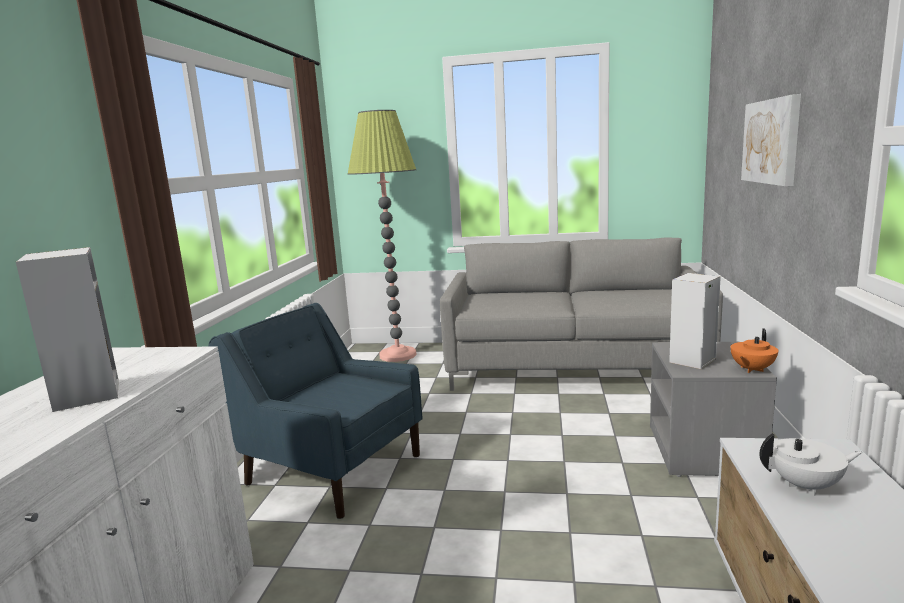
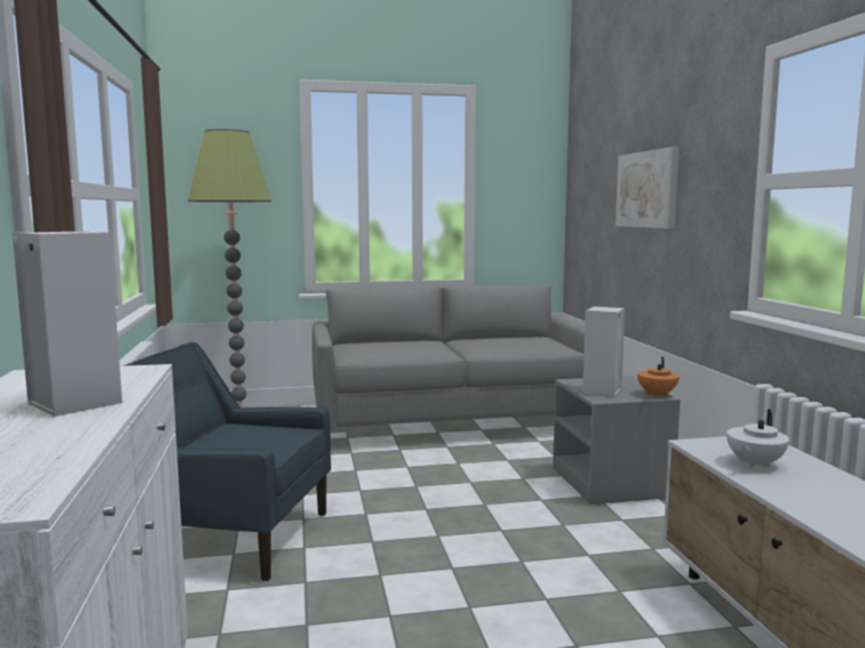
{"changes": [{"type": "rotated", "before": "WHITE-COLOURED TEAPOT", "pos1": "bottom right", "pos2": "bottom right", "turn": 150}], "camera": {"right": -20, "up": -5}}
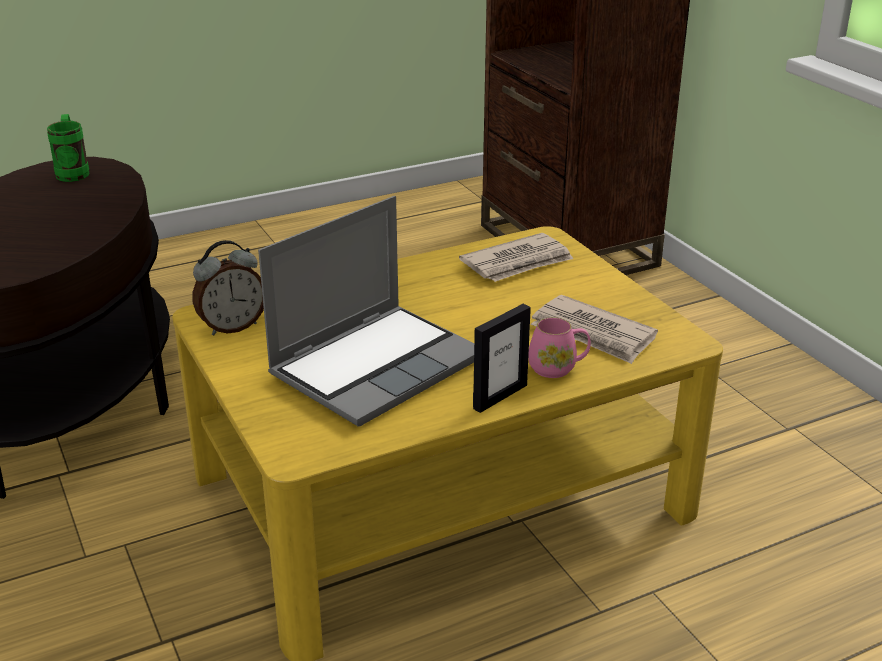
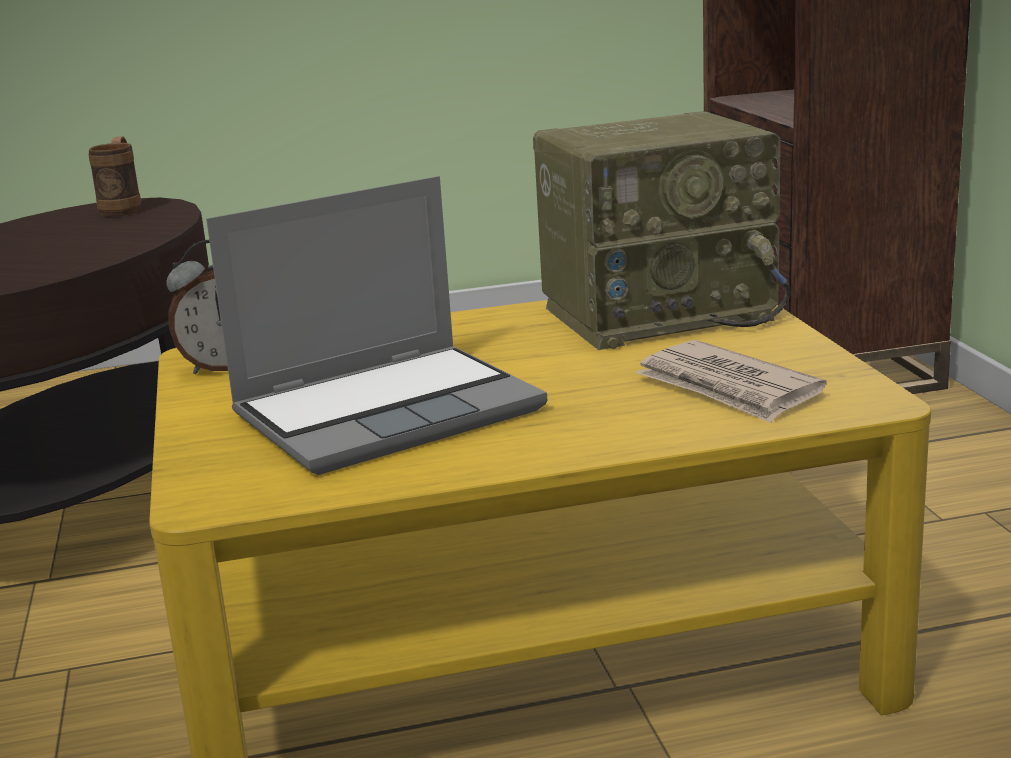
{"changes": [{"type": "gone", "before": "PHOTO FRAME", "pos1": "centre"}, {"type": "gone", "before": "PINKISH COFFEE MUG", "pos1": "centre"}, {"type": "swapped", "before": "DAILY PAPER (no. 1 from left)", "after": "RADIO SET", "pos1": "centre", "pos2": "top centre"}, {"type": "repainted", "before": "GREENISH COFFEE MUG", "after": "BROWNISH COFFEE MUG", "pos1": "top left", "pos2": "top left"}], "camera": {"right": 15, "up": -10}}
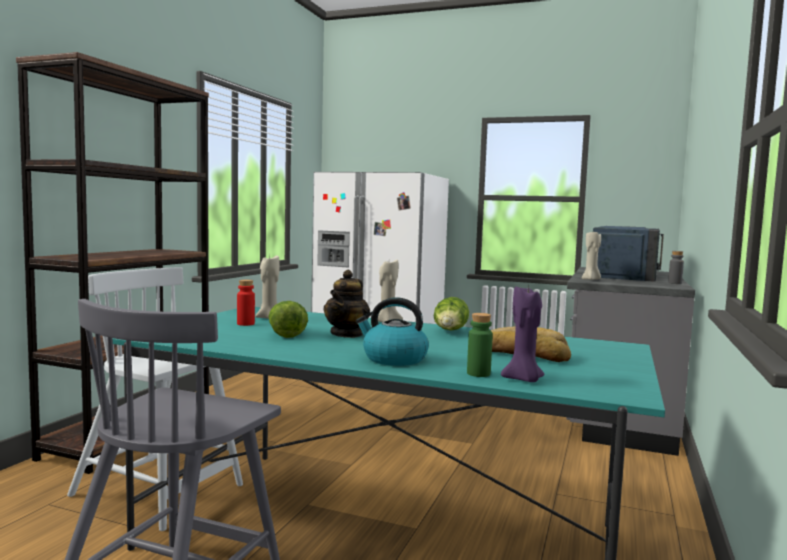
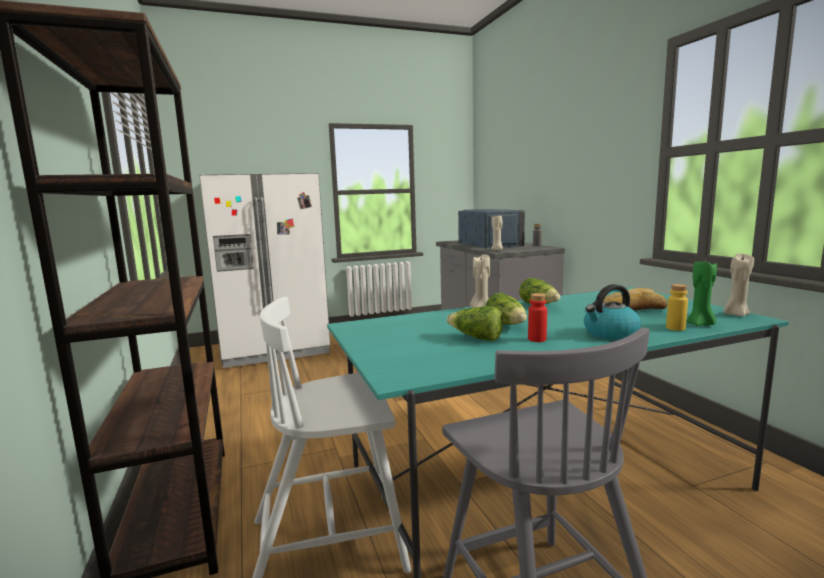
{"changes": [{"type": "shifted", "before": "REDDISH BOTTLE", "pos1": "middle left", "pos2": "centre"}, {"type": "shifted", "before": "BEIGE-COLOURED CANDLE (no. 1 from left in the first image)", "after": "BEIGE-COLOURED CANDLE (no. 3 from left)", "pos1": "centre", "pos2": "middle right"}, {"type": "swapped", "before": "TEAPOT", "after": "LETTUCE HEAD (no. 2 from left)", "pos1": "centre", "pos2": "centre"}, {"type": "repainted", "before": "GREENISH BOTTLE", "after": "YELLOWISH BOTTLE", "pos1": "centre", "pos2": "middle right"}, {"type": "repainted", "before": "PURPLE-COLOURED CANDLE", "after": "GREENISH CANDLE", "pos1": "centre", "pos2": "middle right"}], "camera": {"right": -40, "up": 5}}
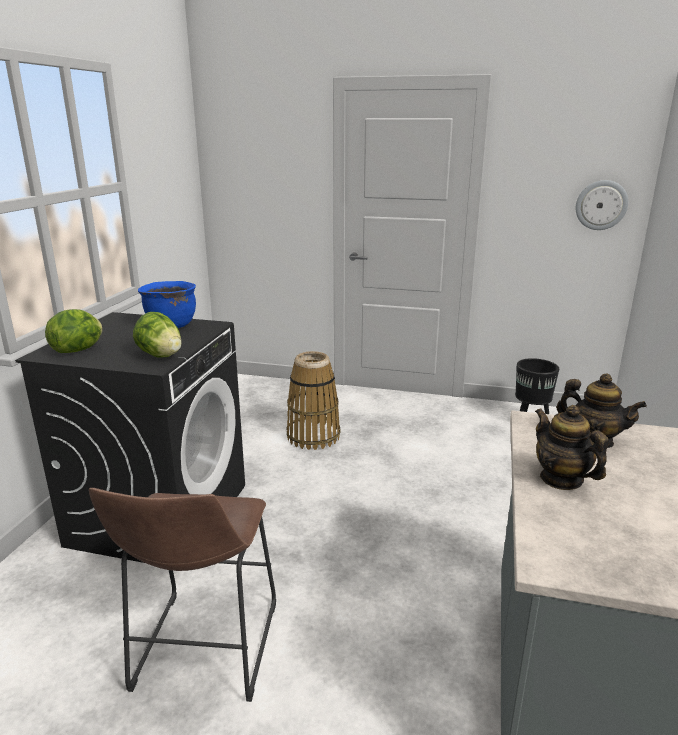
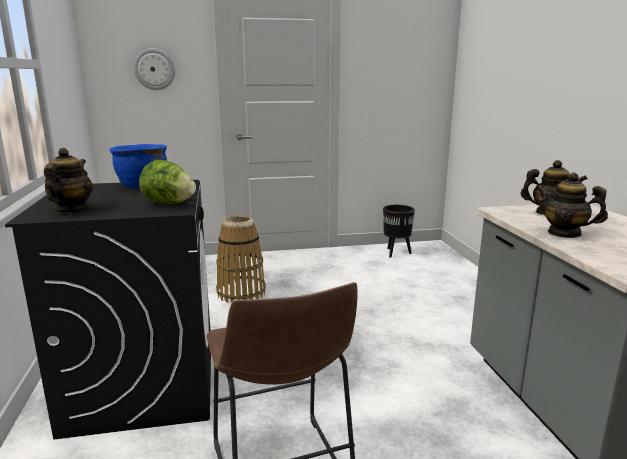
{"changes": [{"type": "shifted", "before": "WALL CLOCK", "pos1": "top right", "pos2": "top left"}, {"type": "swapped", "before": "LETTUCE HEAD (no. 1 from left)", "after": "TEAPOT (no. 1 from left)", "pos1": "middle left", "pos2": "middle left"}], "camera": {"right": -25, "up": -5}}
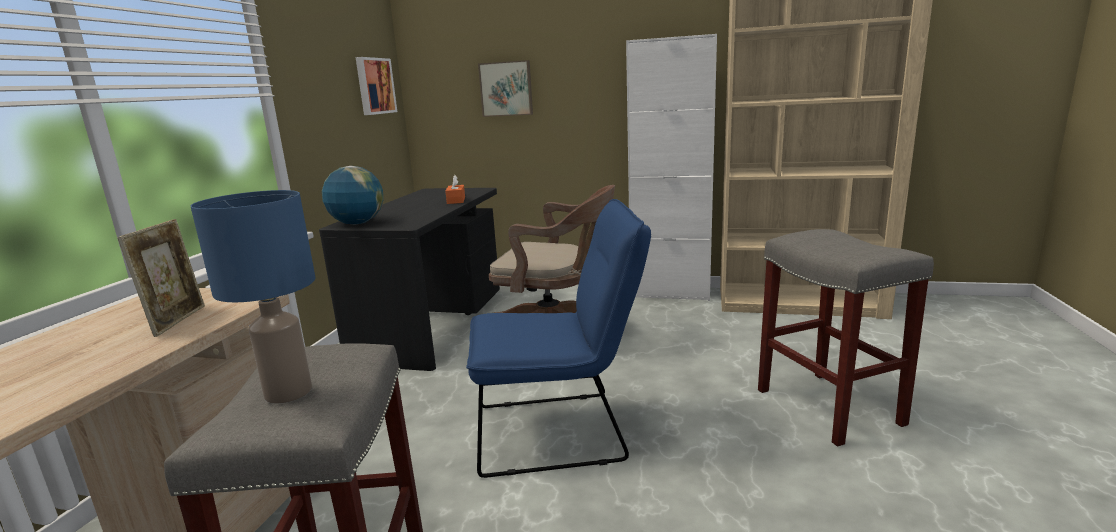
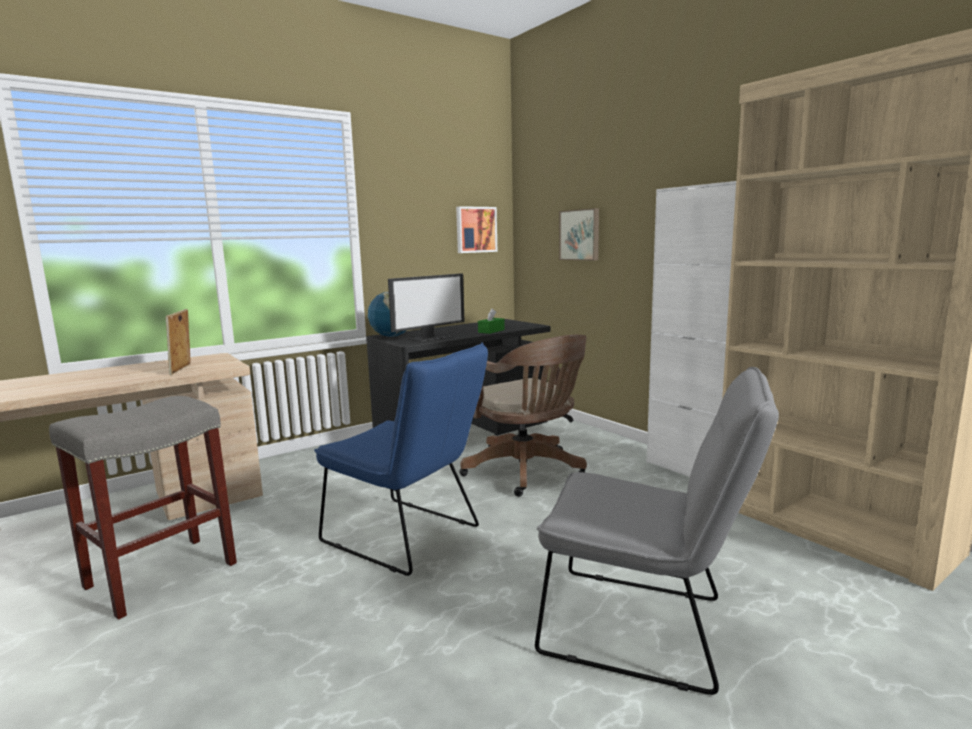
{"changes": [{"type": "gone", "before": "BLUE TABLETOP LAMP", "pos1": "middle left"}, {"type": "new", "after": "MONITOR", "pos2": "centre"}, {"type": "swapped", "before": "GREY STOOL (no. 2 from left)", "after": "GREY CHAIR", "pos1": "middle right", "pos2": "bottom right"}, {"type": "repainted", "before": "ORANGE-COLOURED BOX OF TISSUES", "after": "GREENISH BOX OF TISSUES", "pos1": "centre", "pos2": "centre"}, {"type": "rotated", "before": "PHOTO FRAME", "pos1": "middle left", "pos2": "middle left", "turn": 135}], "camera": {"right": 40, "up": -5}}
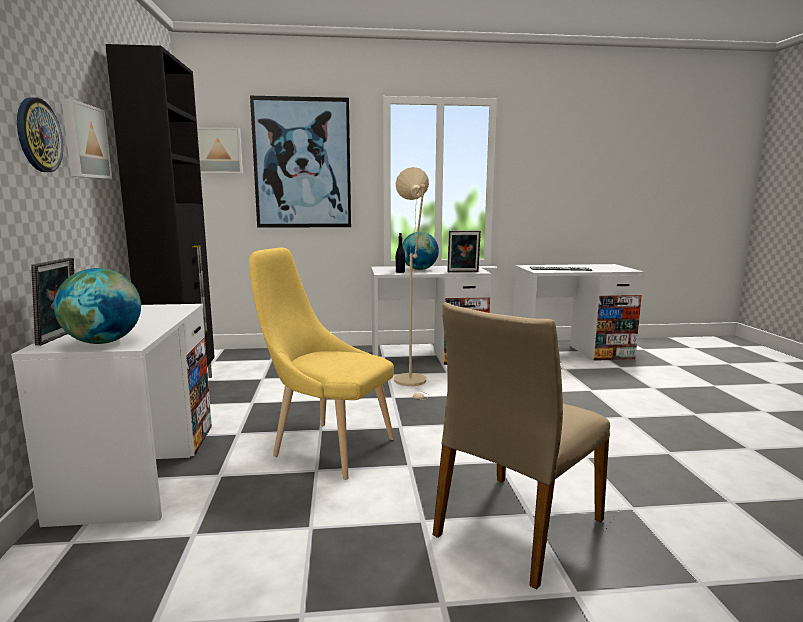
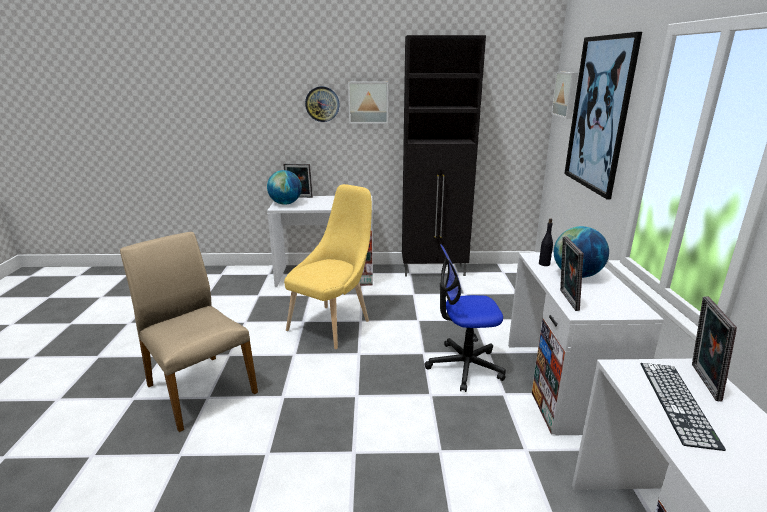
{"changes": [{"type": "new", "after": "PHOTO FRAME (no. 3 from left)", "pos2": "bottom right"}, {"type": "swapped", "before": "BEIGE-COLOURED STANDARD LAMP", "after": "DESK CHAIR", "pos1": "centre", "pos2": "centre"}], "camera": {"right": 95, "up": 10}}
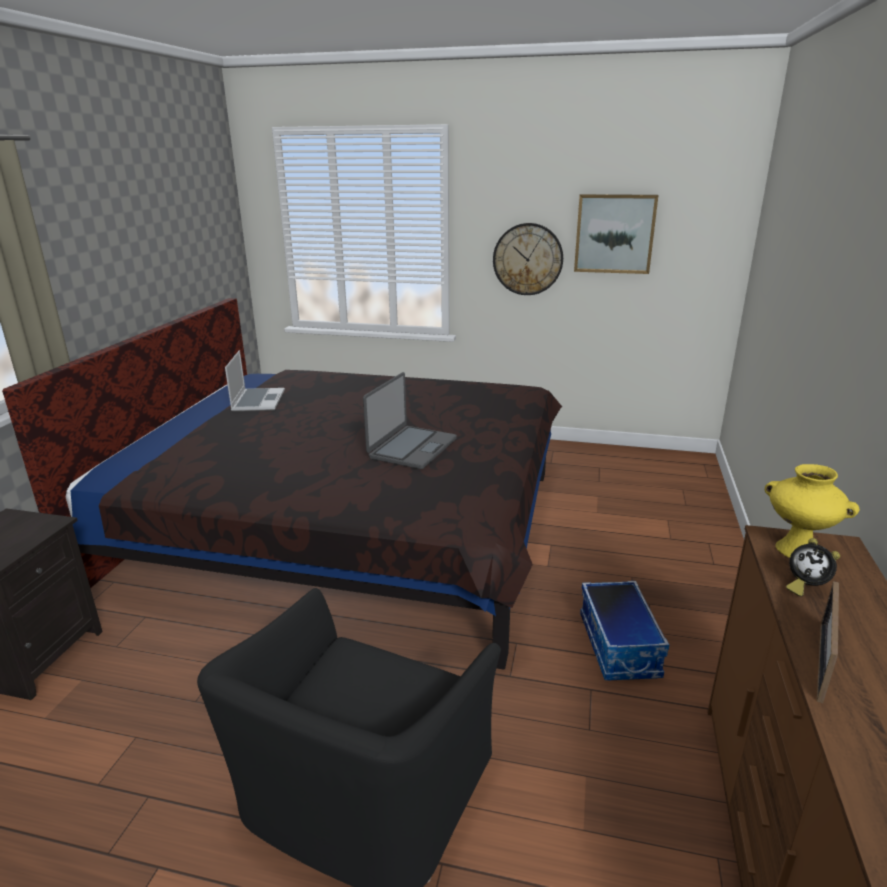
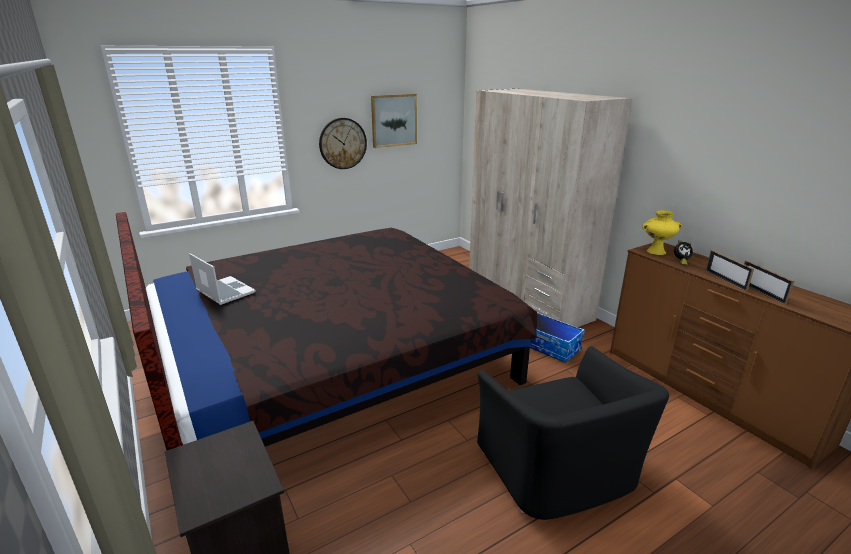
{"changes": [{"type": "gone", "before": "PORTABLE COMPUTER (no. 2 from left)", "pos1": "centre"}, {"type": "new", "after": "BEIGE-COLOURED ARMOIRE", "pos2": "centre"}, {"type": "new", "after": "PHOTO FRAME (no. 2 from left)", "pos2": "middle right"}], "camera": {"right": -45, "up": 0}}
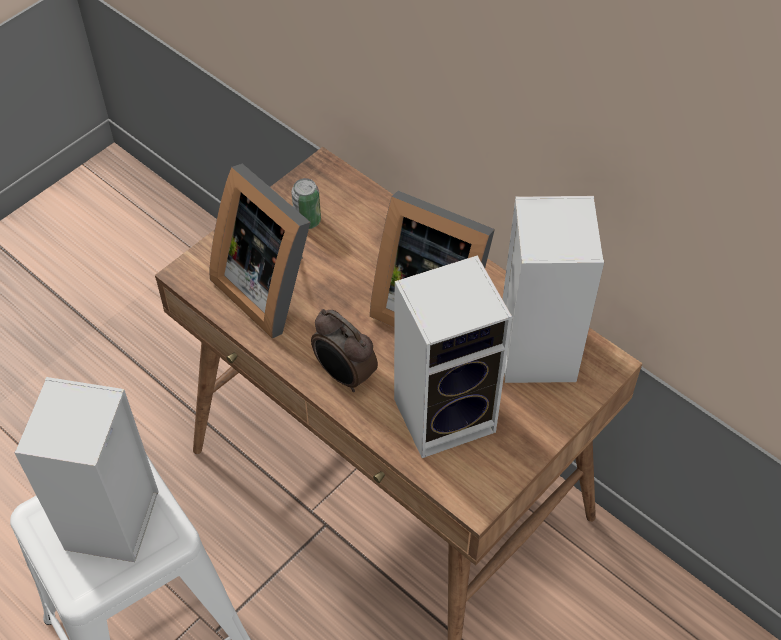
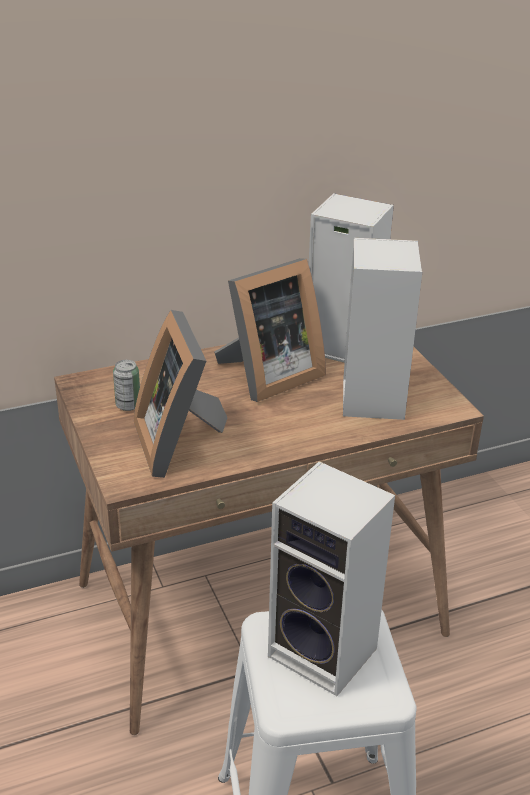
{"changes": [{"type": "gone", "before": "ALARM CLOCK", "pos1": "centre"}, {"type": "rotated", "before": "PHOTO FRAME (no. 1 from left)", "pos1": "middle left", "pos2": "centre", "turn": 90}], "camera": {"right": -65, "up": -20}}
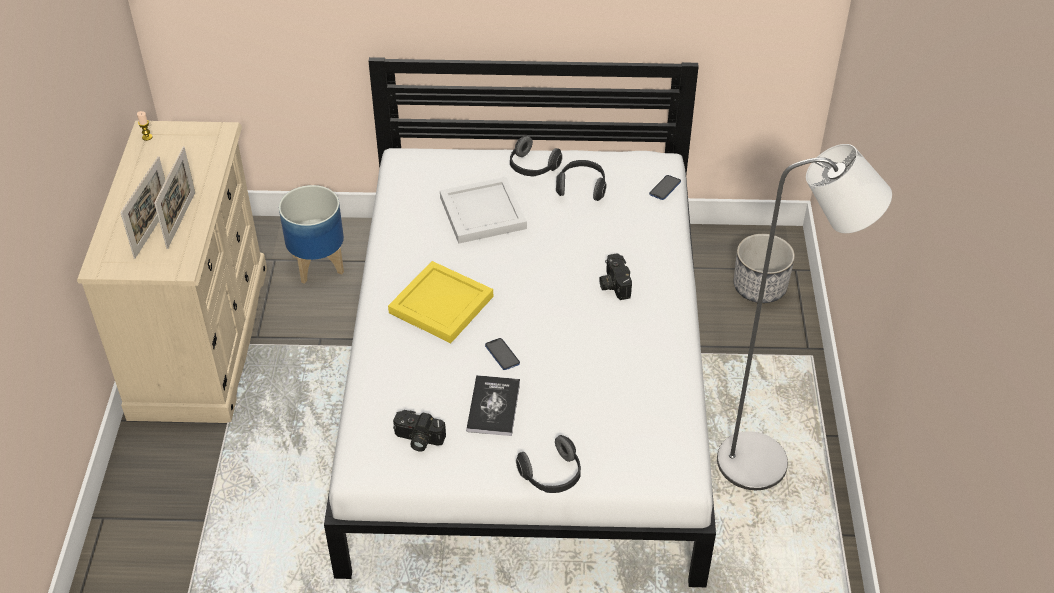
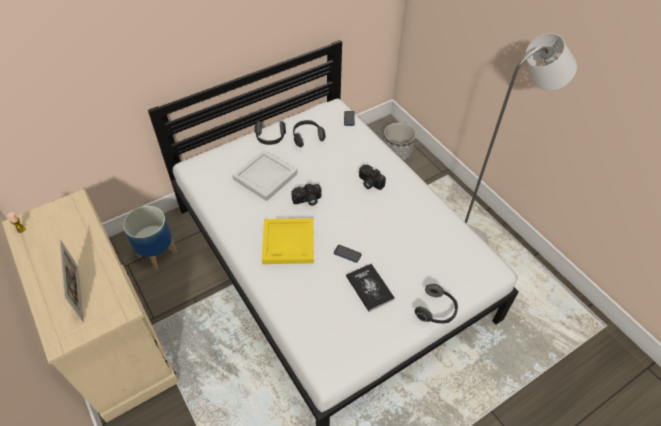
{"changes": [{"type": "gone", "before": "PHOTO FRAME (no. 2 from left)", "pos1": "top left"}, {"type": "shifted", "before": "PHOTO CAMERA (no. 1 from left)", "pos1": "bottom centre", "pos2": "centre"}], "camera": {"right": -35, "up": 5}}
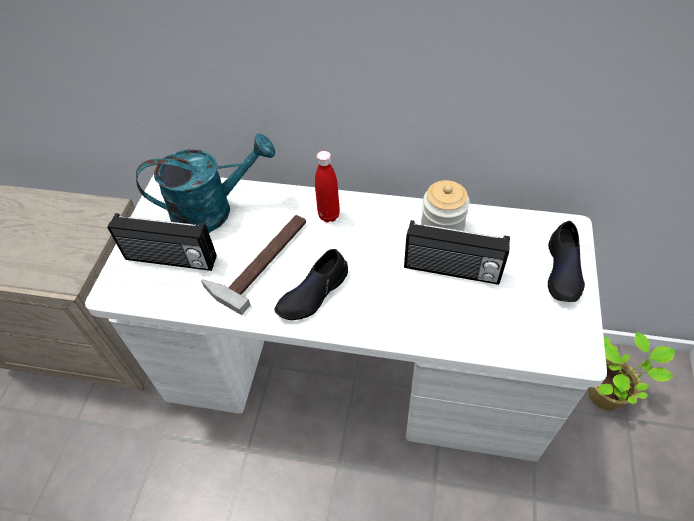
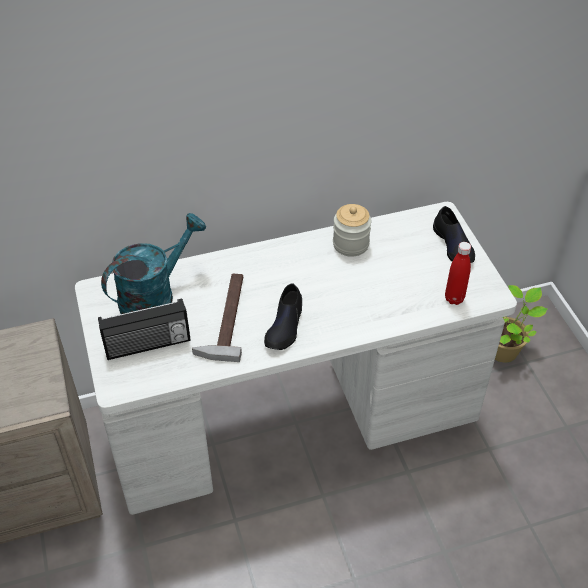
{"changes": [{"type": "gone", "before": "RADIO SET (no. 2 from left)", "pos1": "centre"}, {"type": "shifted", "before": "REDDISH BOTTLE", "pos1": "centre", "pos2": "middle right"}], "camera": {"right": -30, "up": -5}}
